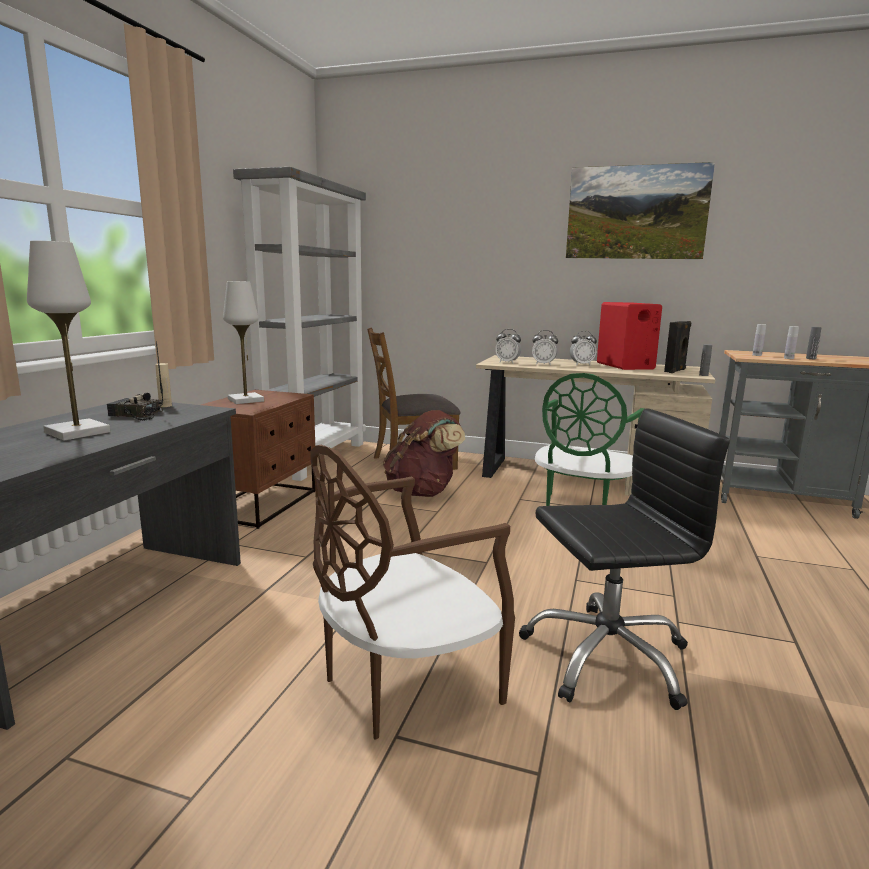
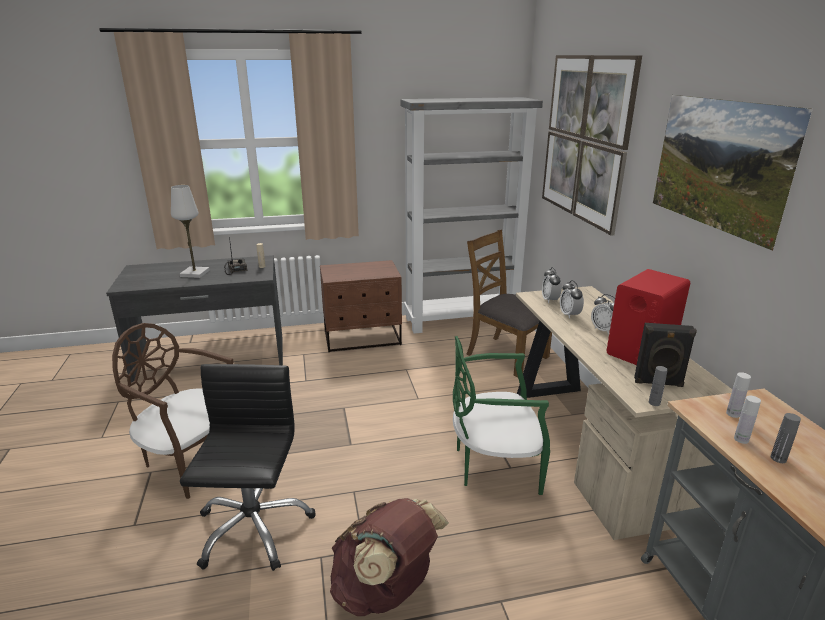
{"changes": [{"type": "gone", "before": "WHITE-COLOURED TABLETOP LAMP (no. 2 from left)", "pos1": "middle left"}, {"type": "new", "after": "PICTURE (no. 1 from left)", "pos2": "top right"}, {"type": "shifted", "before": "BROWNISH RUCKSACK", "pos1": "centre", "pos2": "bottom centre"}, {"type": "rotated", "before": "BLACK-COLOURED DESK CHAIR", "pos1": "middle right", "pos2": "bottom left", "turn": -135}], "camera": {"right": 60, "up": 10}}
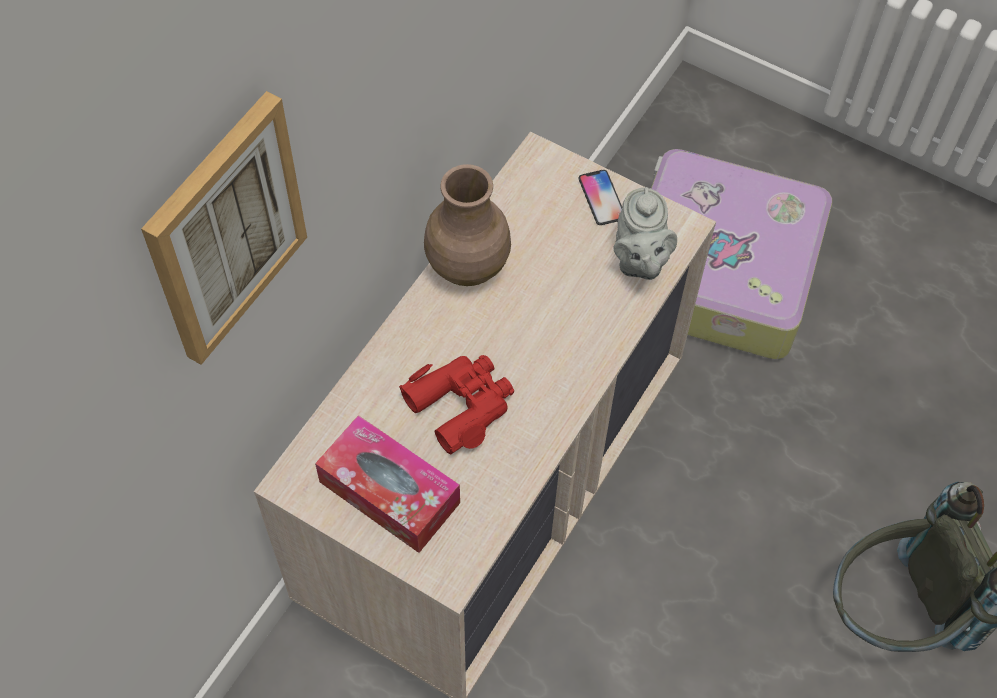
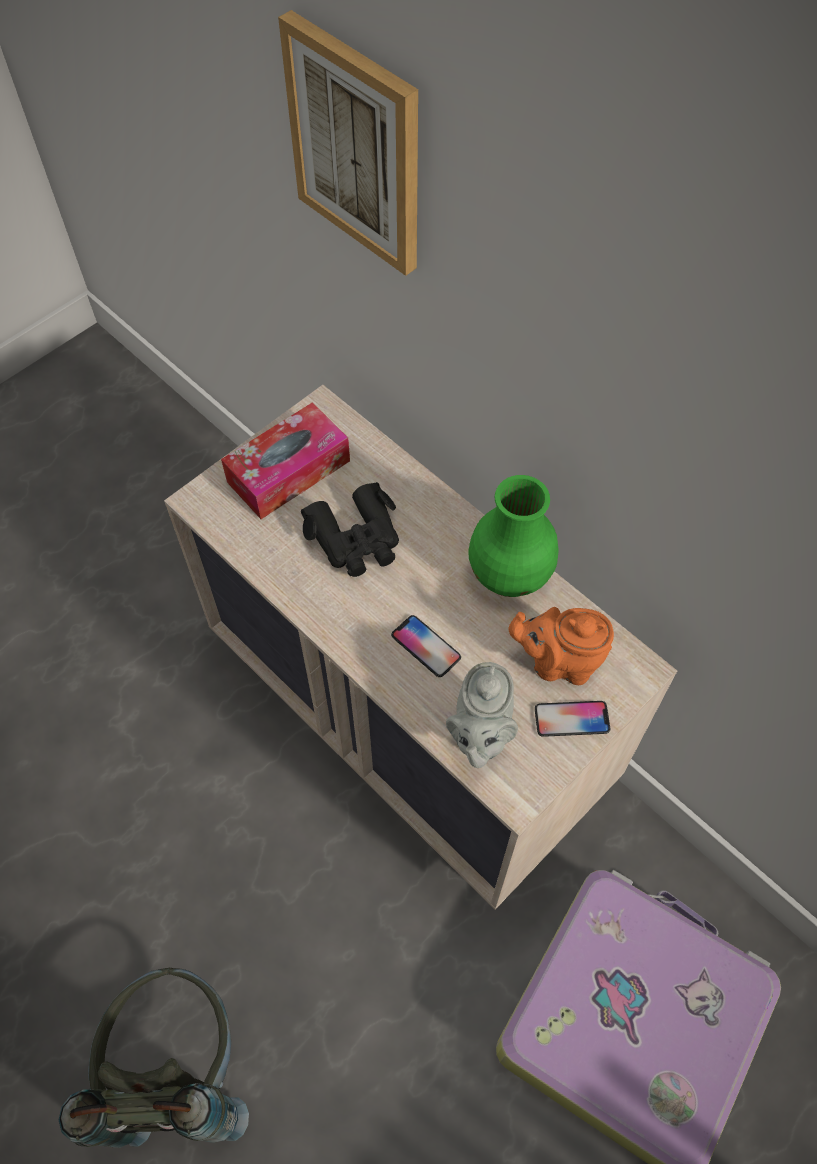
{"changes": [{"type": "new", "after": "HANDSET (no. 1 from left)", "pos2": "centre"}, {"type": "new", "after": "ORANGE-COLOURED TEAPOT", "pos2": "middle right"}, {"type": "repainted", "before": "REDDISH PAIR OF BINOCULARS", "after": "BLACK-COLOURED PAIR OF BINOCULARS", "pos1": "centre", "pos2": "centre"}, {"type": "repainted", "before": "BROWNISH DECORATIVE VASE", "after": "GREENISH DECORATIVE VASE", "pos1": "top centre", "pos2": "centre"}, {"type": "rotated", "before": "GREY TEAPOT", "pos1": "centre", "pos2": "centre", "turn": -90}], "camera": {"right": 105, "up": 0}}
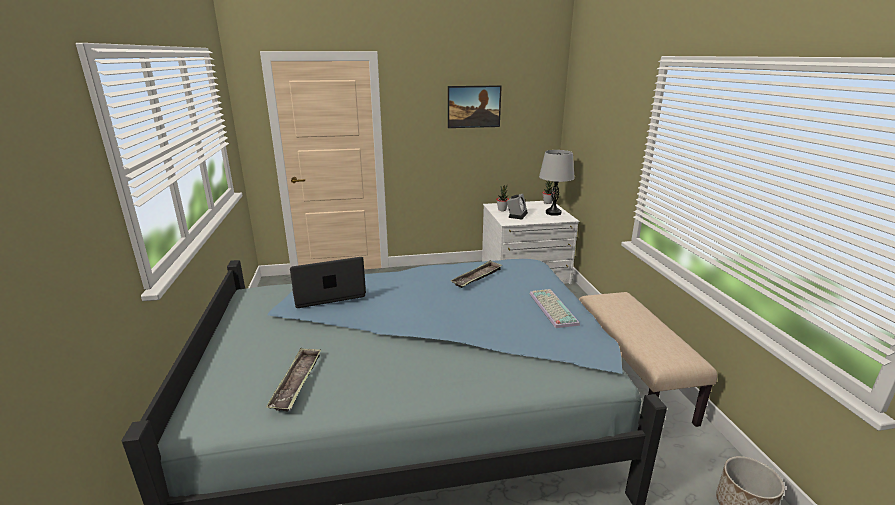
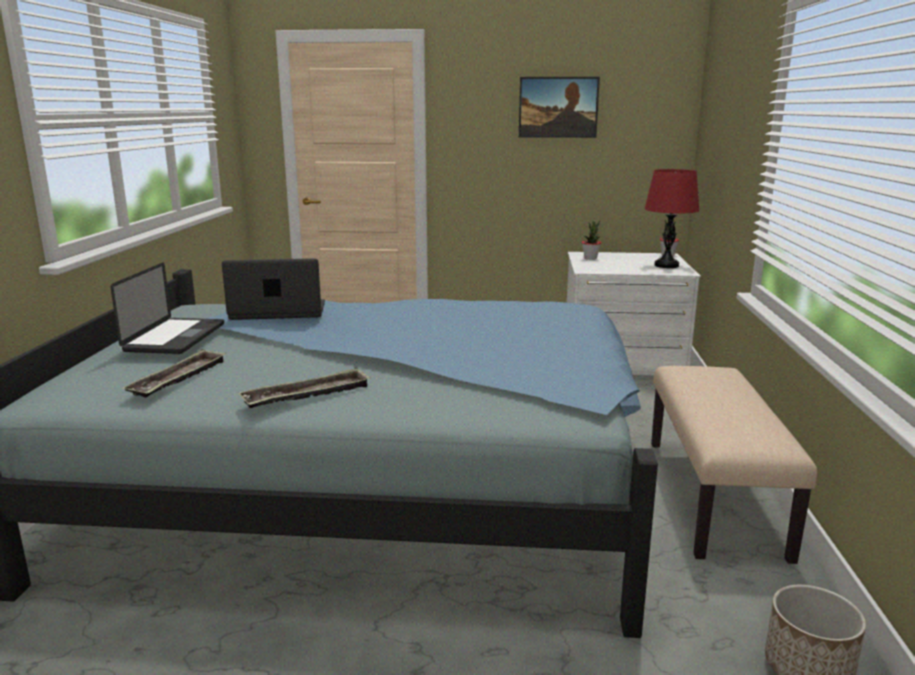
{"changes": [{"type": "gone", "before": "ALARM CLOCK", "pos1": "centre"}, {"type": "gone", "before": "COMPUTER KEYBOARD", "pos1": "centre"}, {"type": "new", "after": "PORTABLE COMPUTER (no. 1 from left)", "pos2": "middle left"}, {"type": "shifted", "before": "TRAY (no. 2 from left)", "pos1": "centre", "pos2": "middle left"}, {"type": "repainted", "before": "GREY TABLETOP LAMP", "after": "REDDISH TABLETOP LAMP", "pos1": "centre", "pos2": "top right"}], "camera": {"right": 15, "up": -5}}
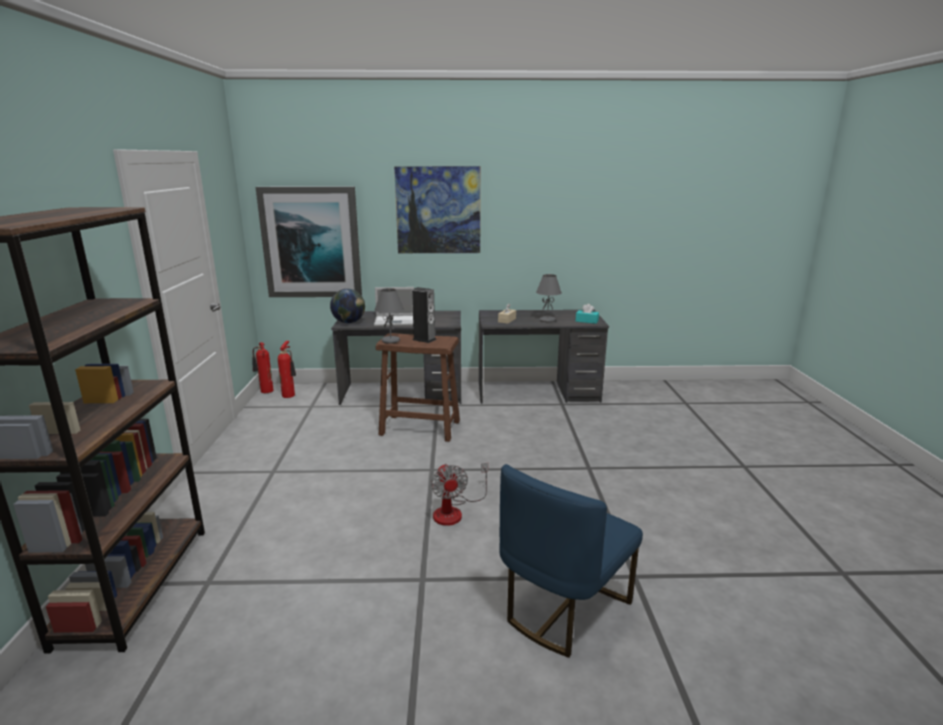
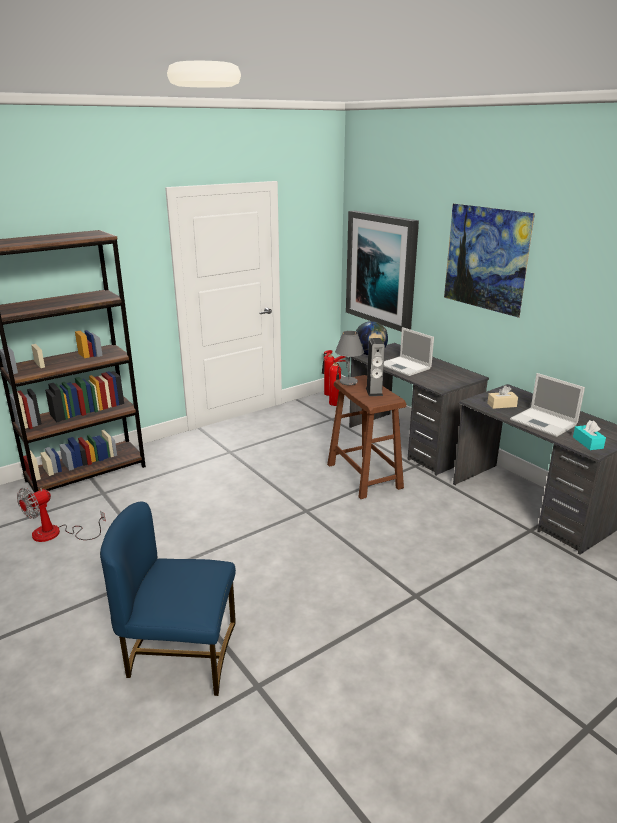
{"changes": [{"type": "shifted", "before": "ELECTRIC FAN", "pos1": "bottom centre", "pos2": "middle left"}, {"type": "swapped", "before": "GREY TABLETOP LAMP (no. 2 from left)", "after": "PORTABLE COMPUTER (no. 2 from left)", "pos1": "centre", "pos2": "middle right"}], "camera": {"right": 55, "up": 5}}
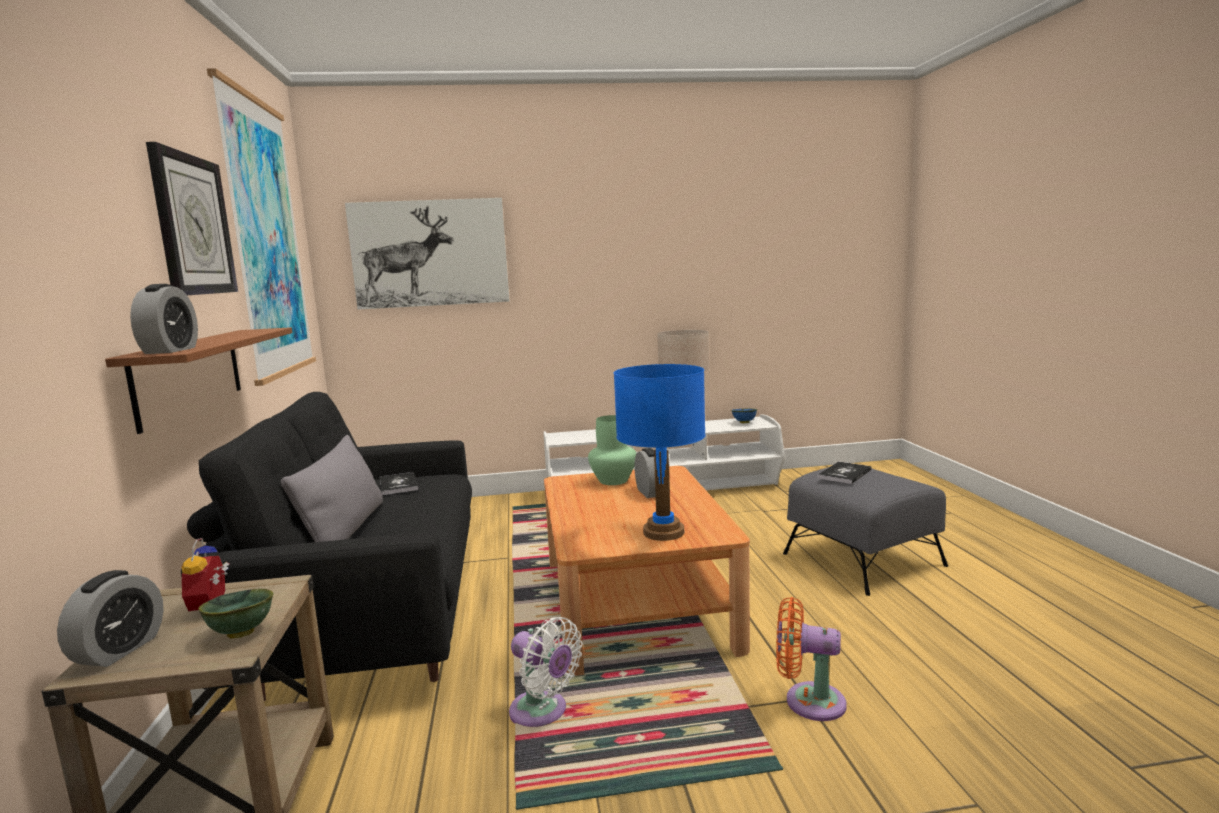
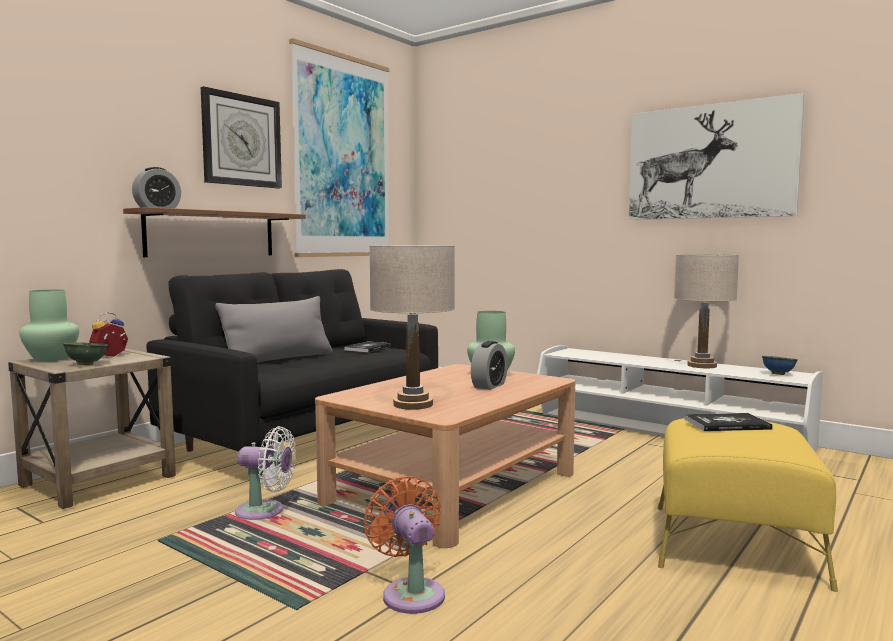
{"changes": [{"type": "shifted", "before": "PICTURE (no. 2 from left)", "pos1": "top centre", "pos2": "top right"}, {"type": "swapped", "before": "ALARM CLOCK (no. 1 from left)", "after": "GREENISH DECORATIVE VASE (no. 1 from left)", "pos1": "bottom left", "pos2": "middle left"}, {"type": "repainted", "before": "BLUE TABLETOP LAMP", "after": "BEIGE-COLOURED TABLETOP LAMP (no. 1 from left)", "pos1": "centre", "pos2": "centre"}, {"type": "repainted", "before": "GREY POUFFE", "after": "YELLOWISH POUFFE", "pos1": "middle right", "pos2": "bottom right"}, {"type": "rotated", "before": "WHITE-COLOURED ELECTRIC FAN", "pos1": "bottom centre", "pos2": "bottom left", "turn": -75}], "camera": {"right": 45, "up": -5}}
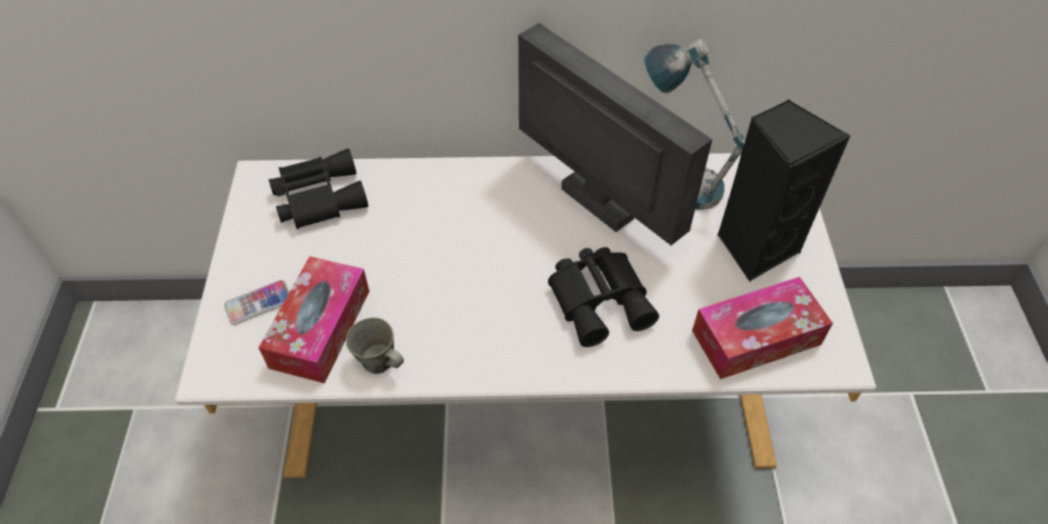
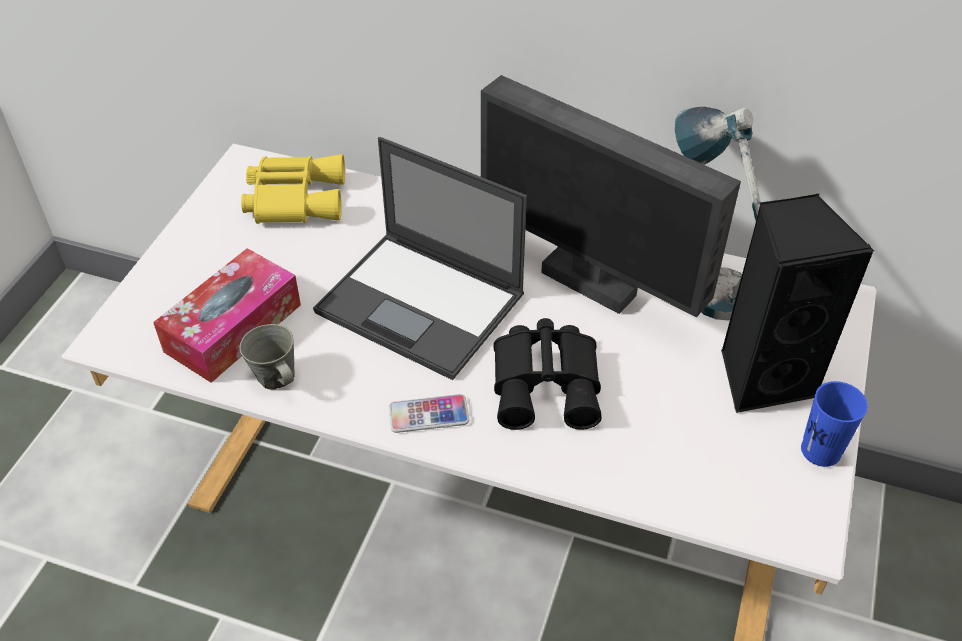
{"changes": [{"type": "gone", "before": "BOX OF TISSUES (no. 2 from left)", "pos1": "middle right"}, {"type": "new", "after": "PORTABLE COMPUTER", "pos2": "centre"}, {"type": "new", "after": "BLUE CUP", "pos2": "middle right"}, {"type": "shifted", "before": "HANDSET", "pos1": "middle left", "pos2": "centre"}, {"type": "repainted", "before": "BLACK-COLOURED PAIR OF BINOCULARS (no. 1 from left)", "after": "YELLOWISH PAIR OF BINOCULARS", "pos1": "middle left", "pos2": "top left"}, {"type": "rotated", "before": "MONITOR", "pos1": "top centre", "pos2": "top centre", "turn": 150}], "camera": {"right": 20, "up": -5}}
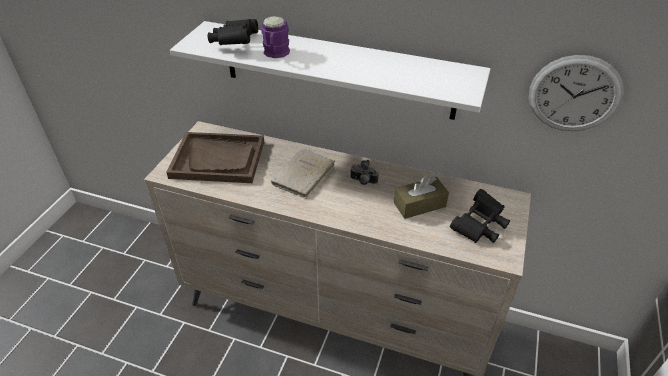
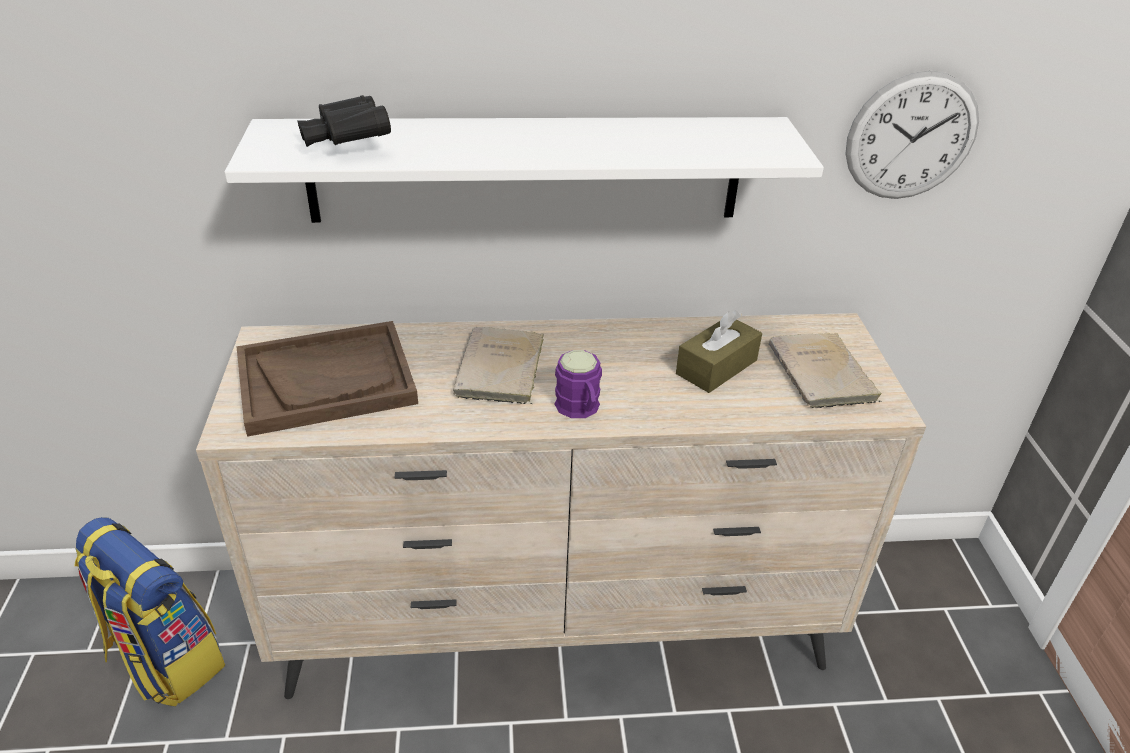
{"changes": [{"type": "gone", "before": "PHOTO CAMERA", "pos1": "centre"}, {"type": "new", "after": "RUCKSACK", "pos2": "bottom left"}, {"type": "shifted", "before": "PURPLE-COLOURED COFFEE MUG", "pos1": "top centre", "pos2": "centre"}, {"type": "swapped", "before": "BLACK-COLOURED PAIR OF BINOCULARS (no. 2 from left)", "after": "BEIGE-COLOURED BOOK (no. 2 from left)", "pos1": "middle right", "pos2": "middle right"}], "camera": {"right": -25, "up": -5}}
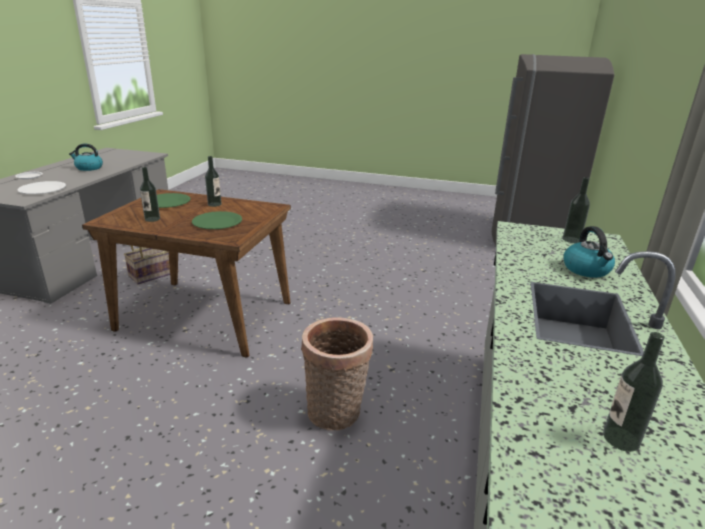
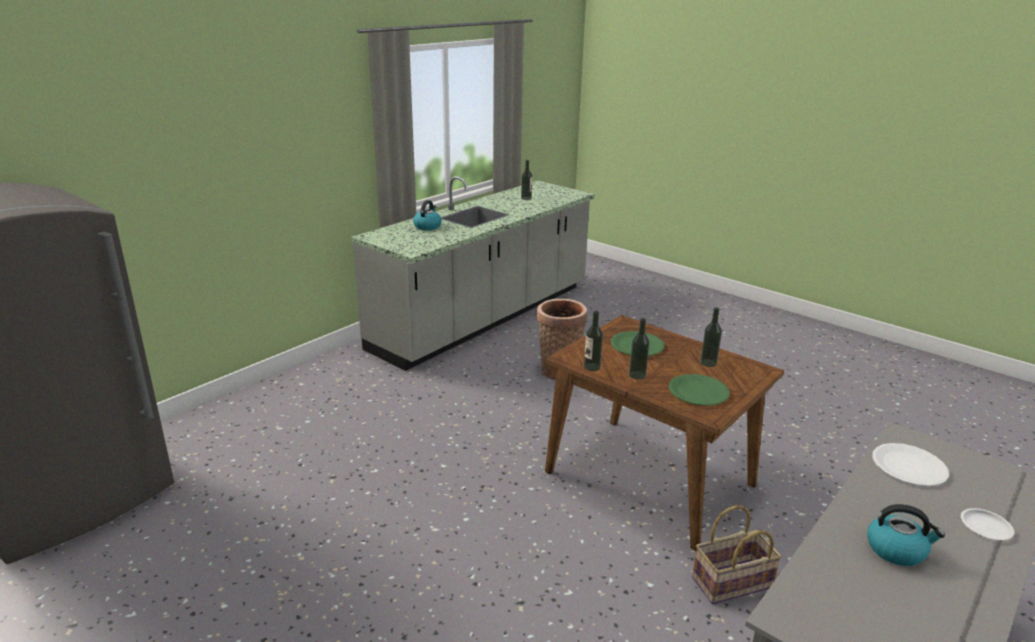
{"changes": [{"type": "shifted", "before": "BOTTLE (no. 3 from left in the first image)", "after": "BOTTLE (no. 2 from left)", "pos1": "middle right", "pos2": "centre"}], "camera": {"right": -155, "up": 0}}
